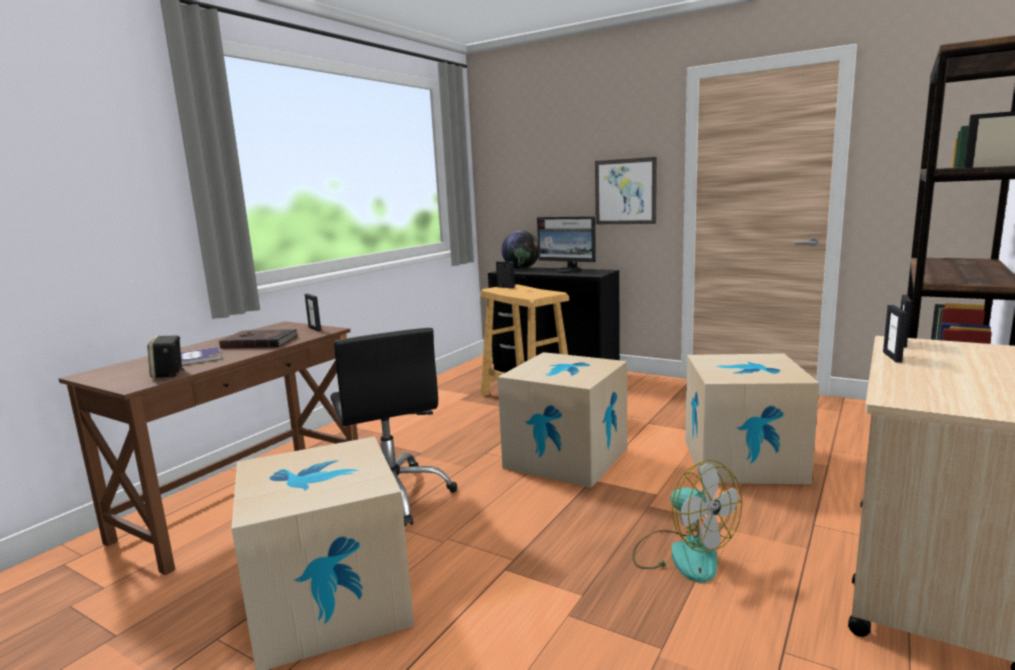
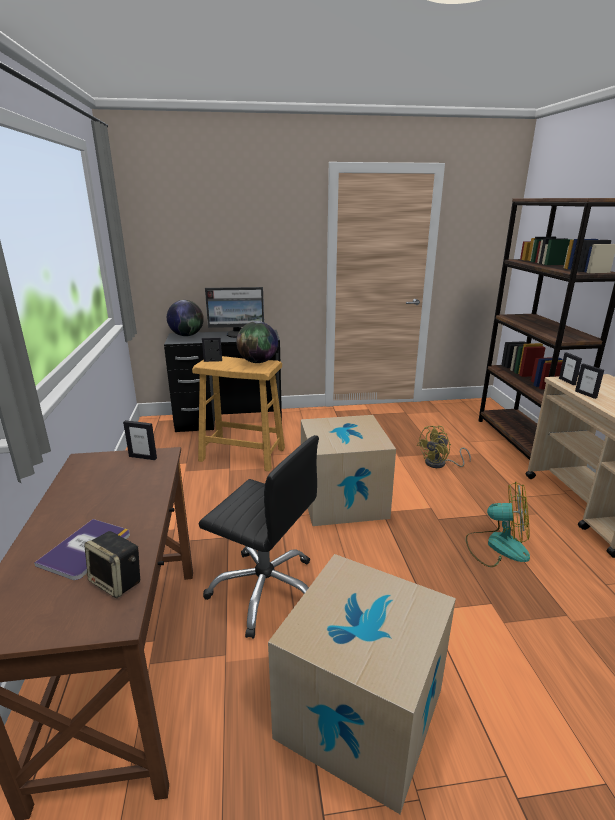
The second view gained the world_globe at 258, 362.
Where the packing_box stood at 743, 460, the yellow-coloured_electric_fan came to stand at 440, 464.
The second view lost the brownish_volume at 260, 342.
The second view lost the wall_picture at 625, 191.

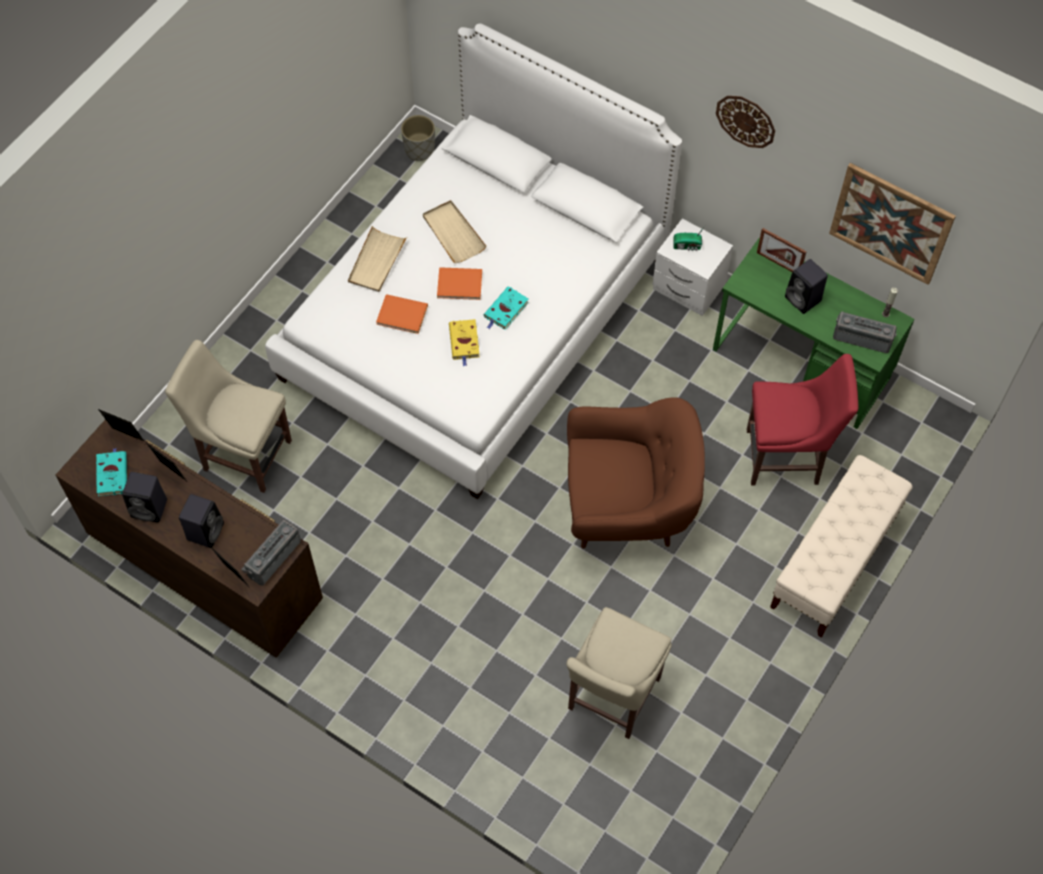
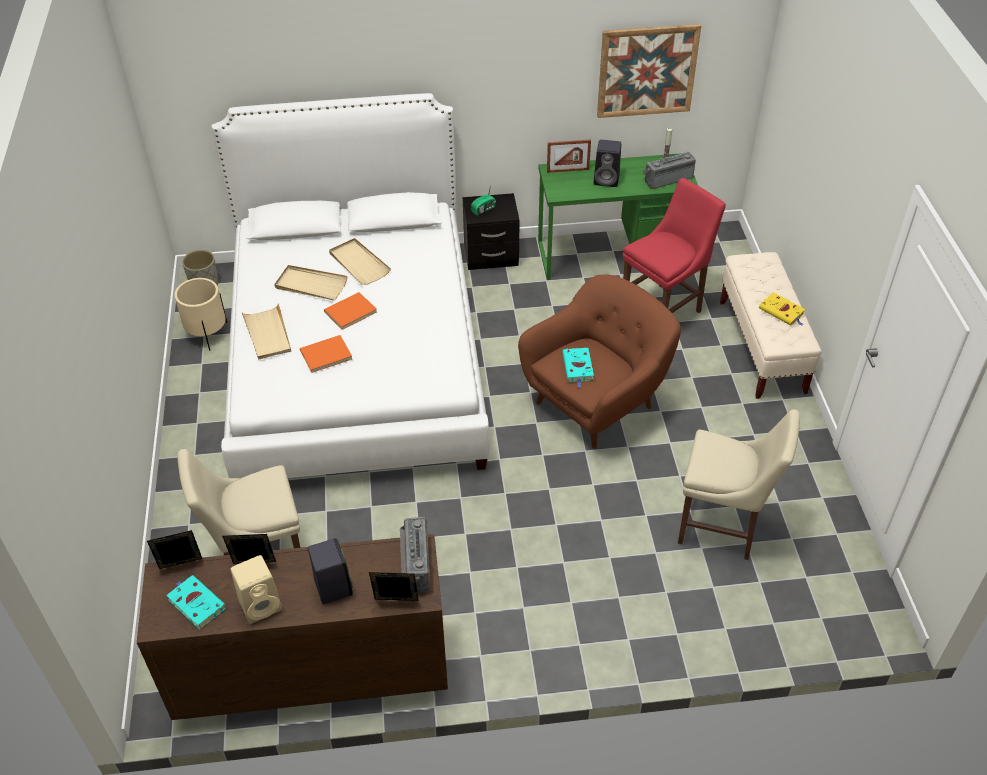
The second view gained the sand-coloured_planter at 207, 334.
What was the blackish_audio_speaker at 150, 508 turned into the sand-coloured_audio_speaker at 262, 604.
The second view gained the sand-coloured_tray at 359, 263.
What was the white-coloured_nightstand at 688, 288 turned into the blackish_nightstand at 491, 256.
The turquoise_volume ended up elsewhere, having gone from 505, 311 to 578, 368.
The sand-coloured_plain_chair at 611, 697 ended up facing another way, 60 degrees counterclockwise from before.
The yellow-coloured_volume ended up elsewhere, having gone from 464, 342 to 782, 312.
The second view lost the wall_clock at 745, 121.

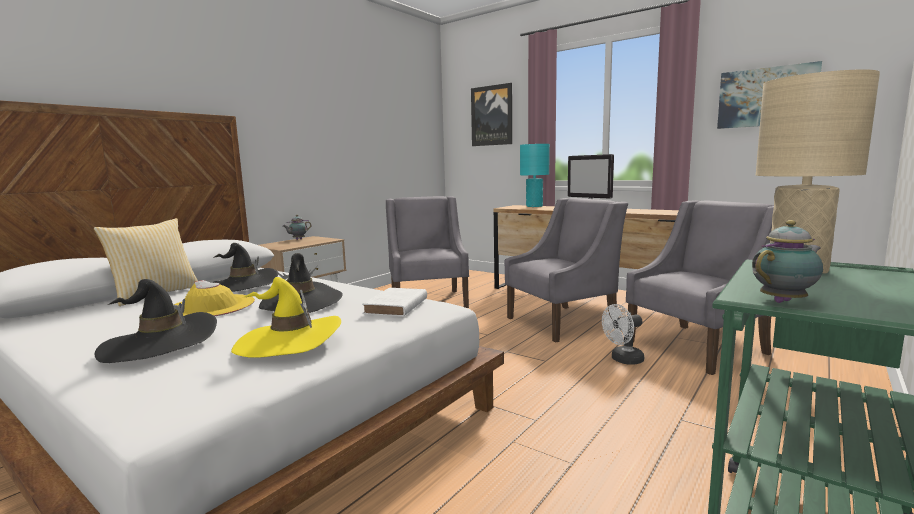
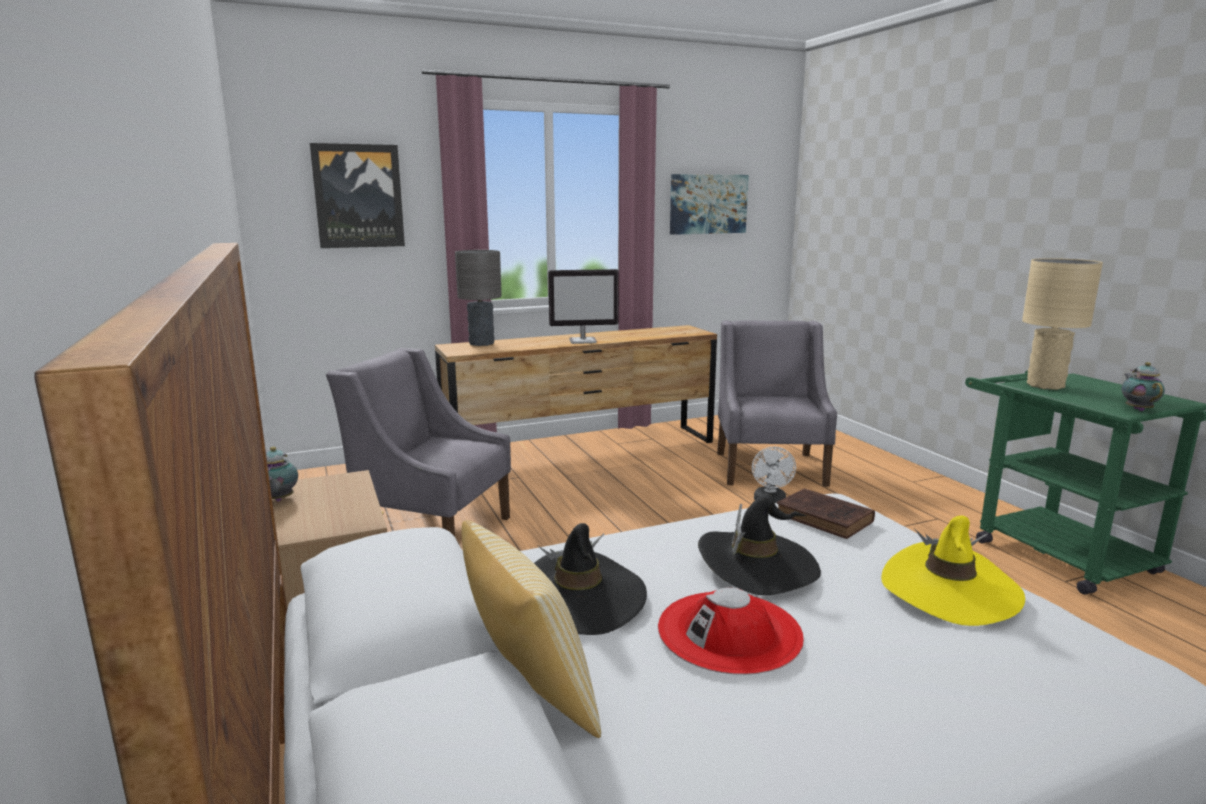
What was the turquoise_table_lamp at 534, 206 turned into the greyish_table_lamp at 481, 343.
What was the yellow-coloured_wearable_hat at 210, 307 turned into the red_wearable_hat at 729, 632.
What was the white-coloured_volume at 395, 307 turned into the brownish_volume at 826, 519.
The second view lost the blackish_wearable_hat at 160, 344.
The second view lost the greyish_easy_chair at 562, 322.

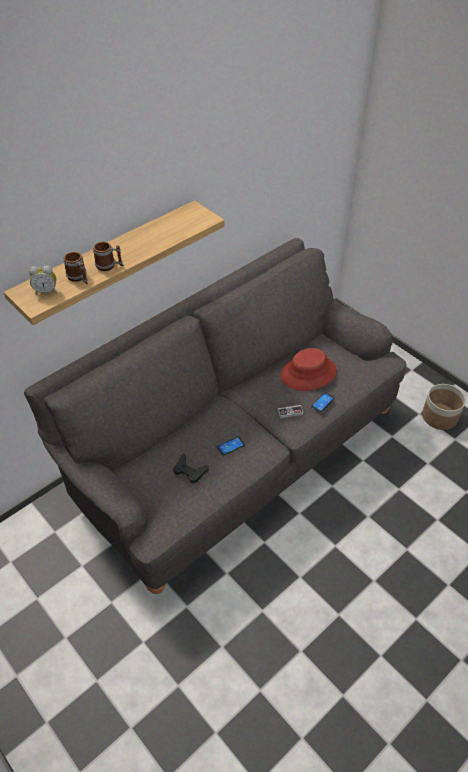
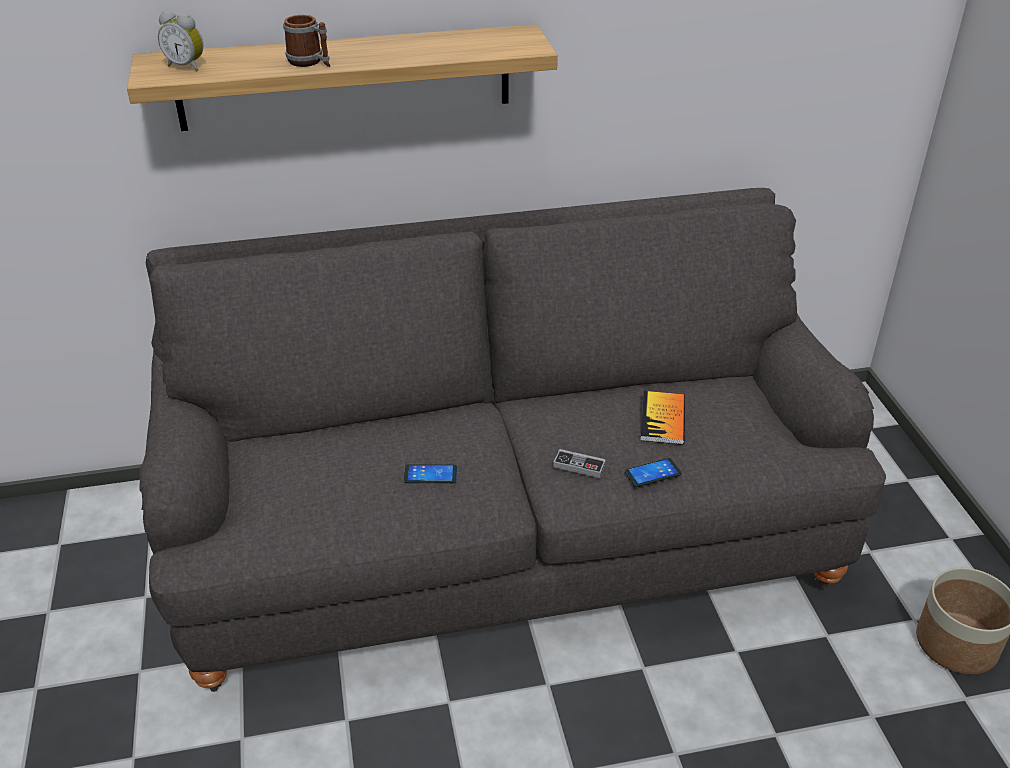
Where the red_wearable_hat stood at 308, 373, the volume came to stand at 663, 419.
The second view lost the mug at 79, 278.
The second view lost the blackish_game_controller at 189, 471.

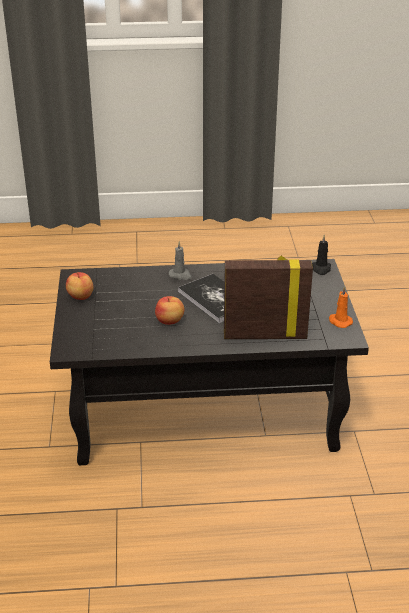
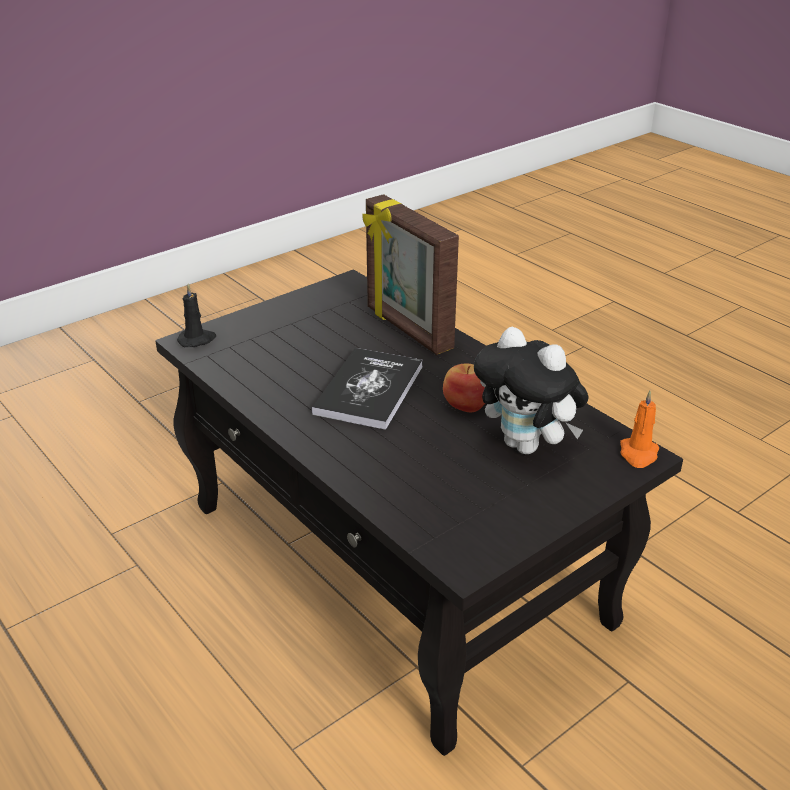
The second view gained the plush_toy at 527, 446.
The orange-coloured_wax_candle ended up elsewhere, having gone from 339, 321 to 638, 454.
The second view lost the apple_fruit at 80, 296.
The second view lost the greyish_wax_candle at 180, 275.

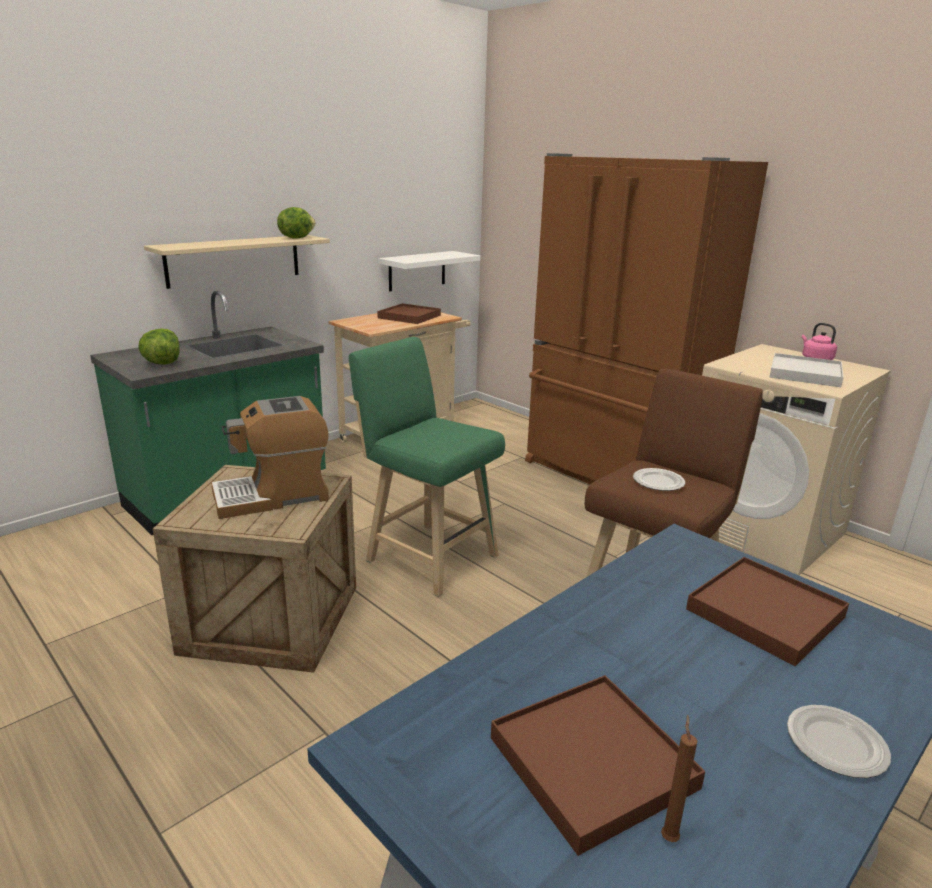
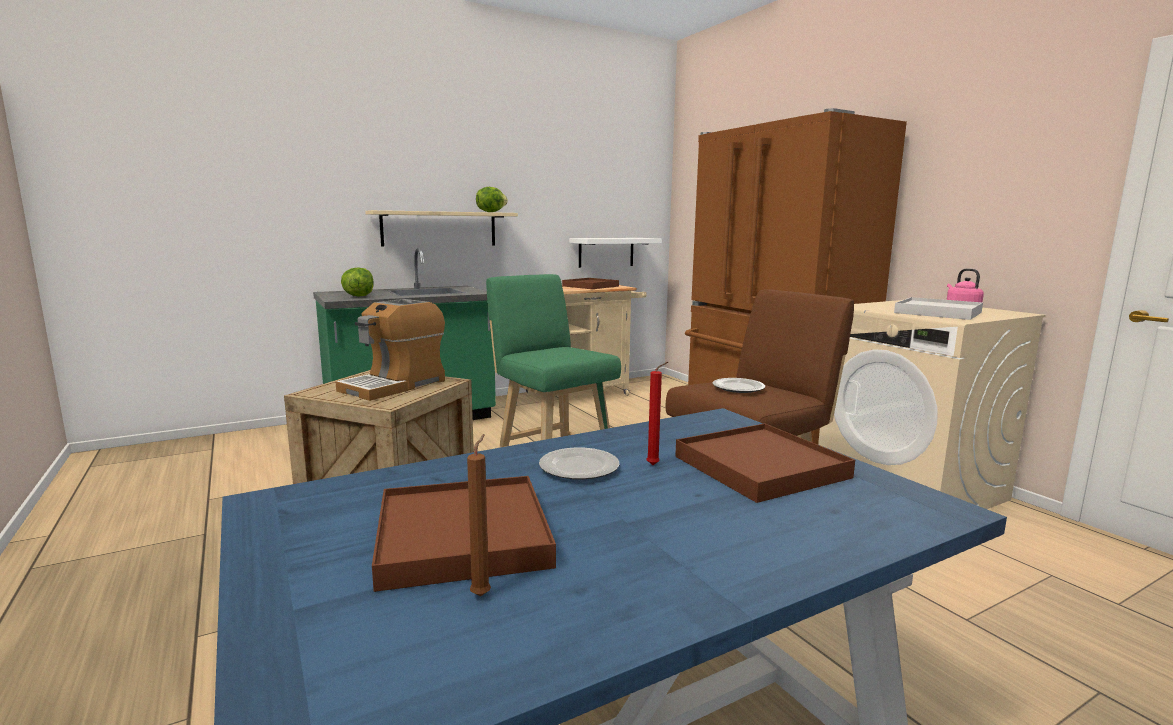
The coffee_brewer at 273, 496 ended up facing another way, 45 degrees counterclockwise from before.
The dinner_plate ended up elsewhere, having gone from 837, 745 to 579, 468.
The second view gained the red_wax_candle at 655, 465.

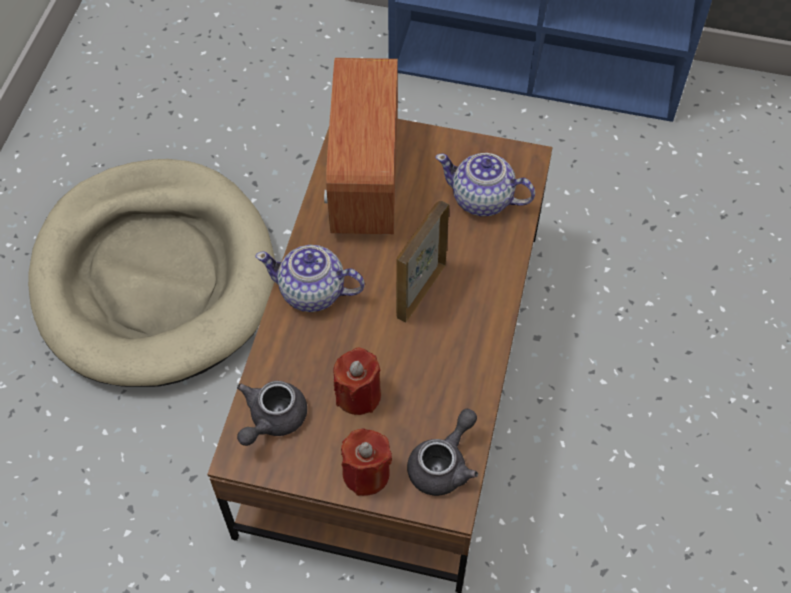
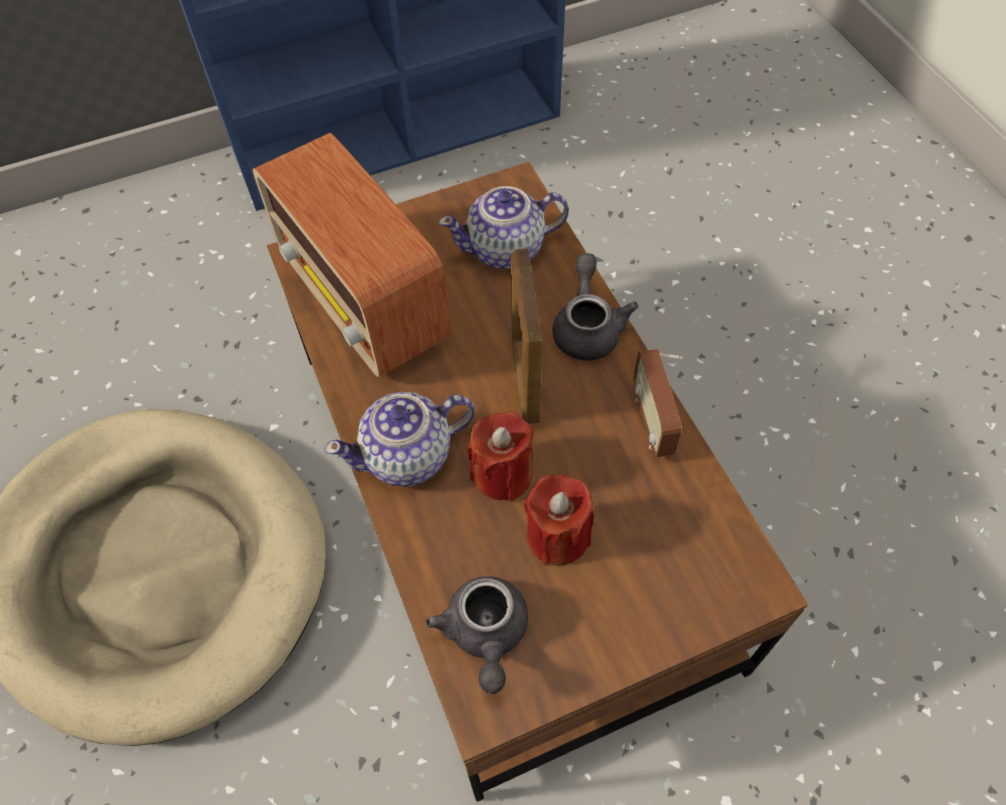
The red_wax_candle ended up elsewhere, having gone from 366, 473 to 502, 474.
The greyish_pot_for_tea ended up elsewhere, having gone from 444, 464 to 587, 327.
The second view gained the radio at 652, 422.

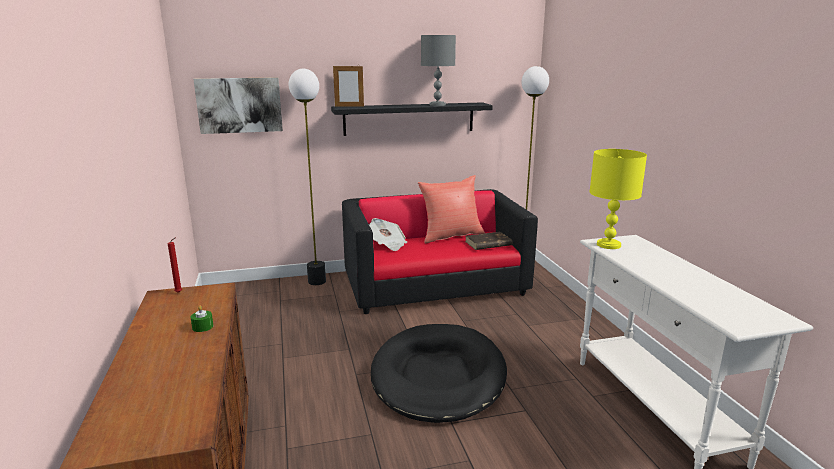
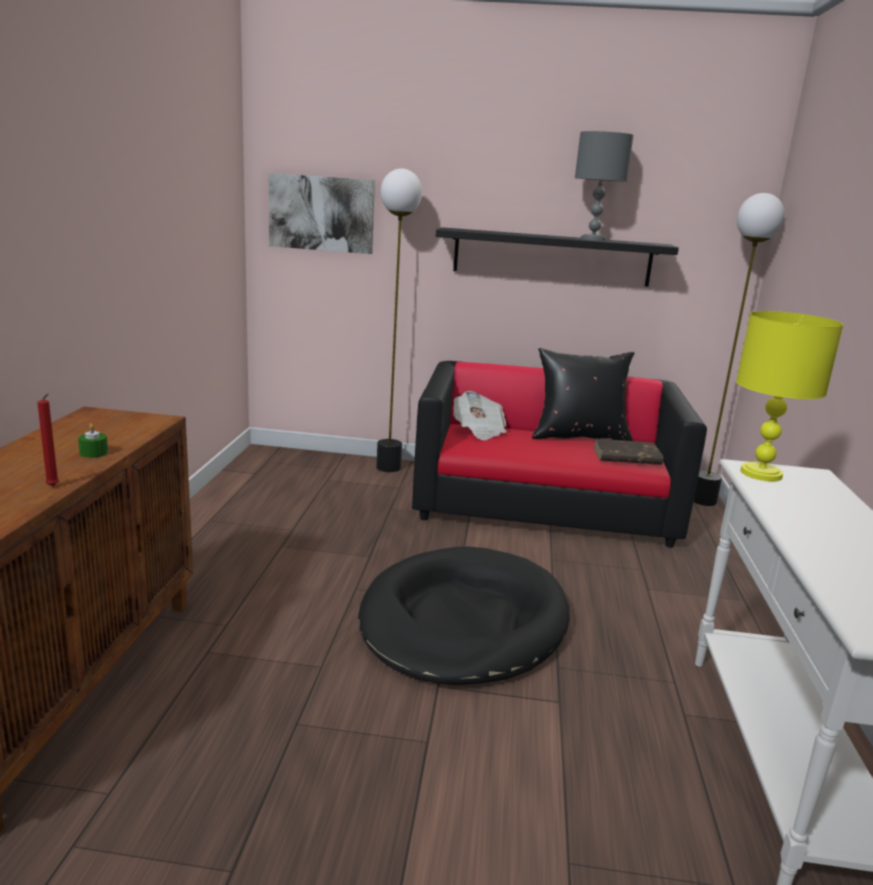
The red_wax_candle ended up elsewhere, having gone from 179, 292 to 53, 487.
What was the red_cushion at 450, 235 turned into the blackish_cushion at 579, 436.
The second view lost the standing_frame at 349, 106.

